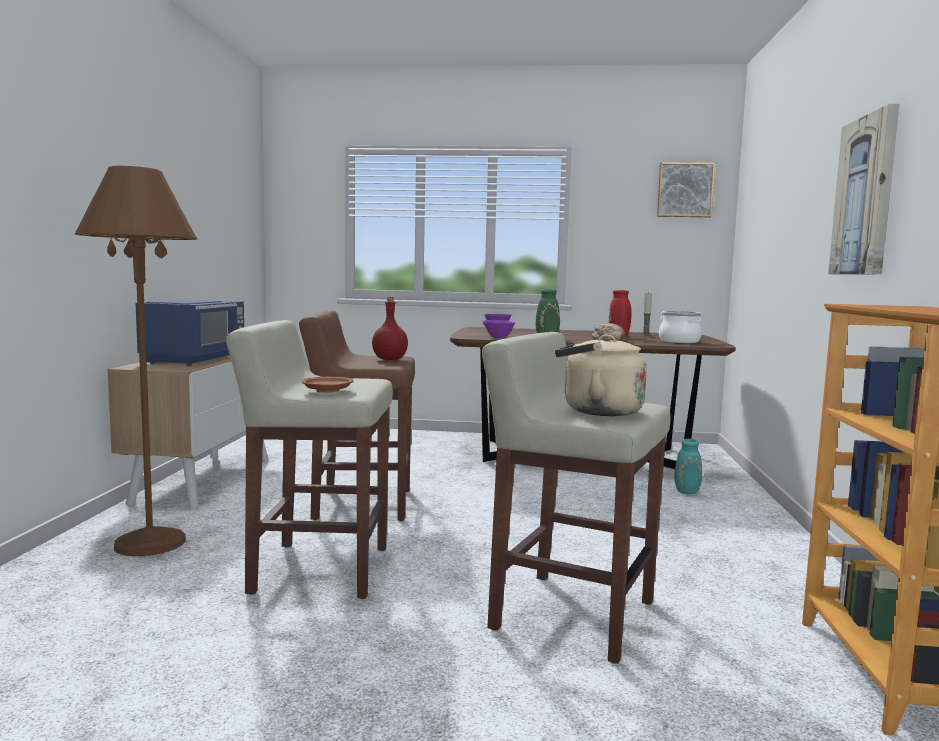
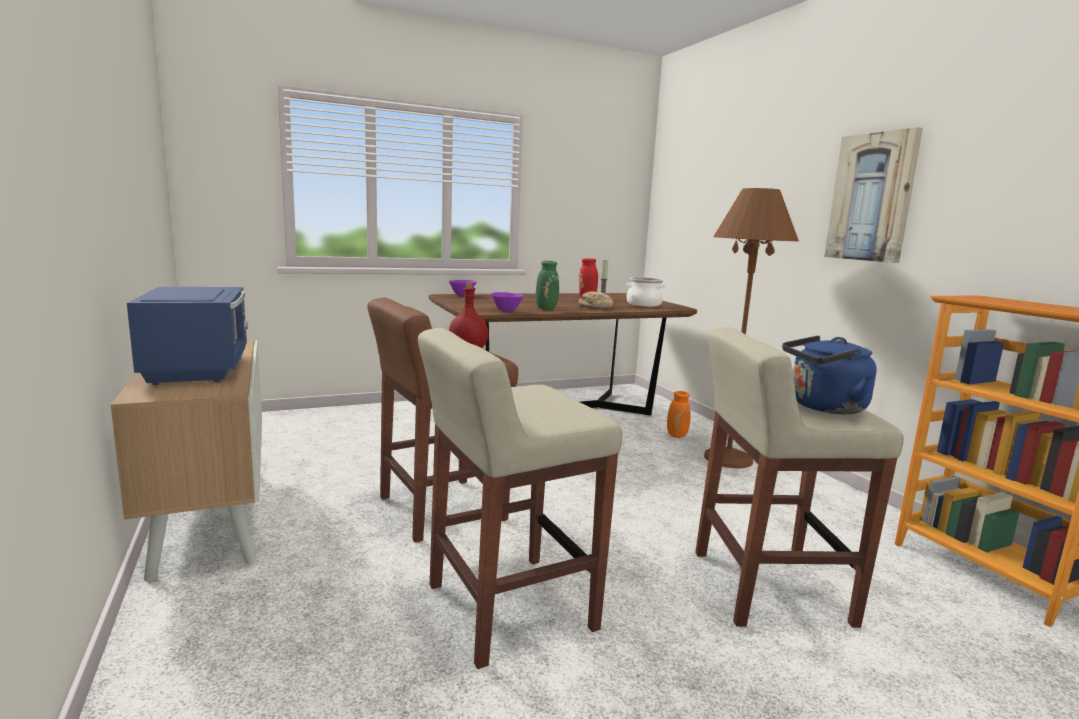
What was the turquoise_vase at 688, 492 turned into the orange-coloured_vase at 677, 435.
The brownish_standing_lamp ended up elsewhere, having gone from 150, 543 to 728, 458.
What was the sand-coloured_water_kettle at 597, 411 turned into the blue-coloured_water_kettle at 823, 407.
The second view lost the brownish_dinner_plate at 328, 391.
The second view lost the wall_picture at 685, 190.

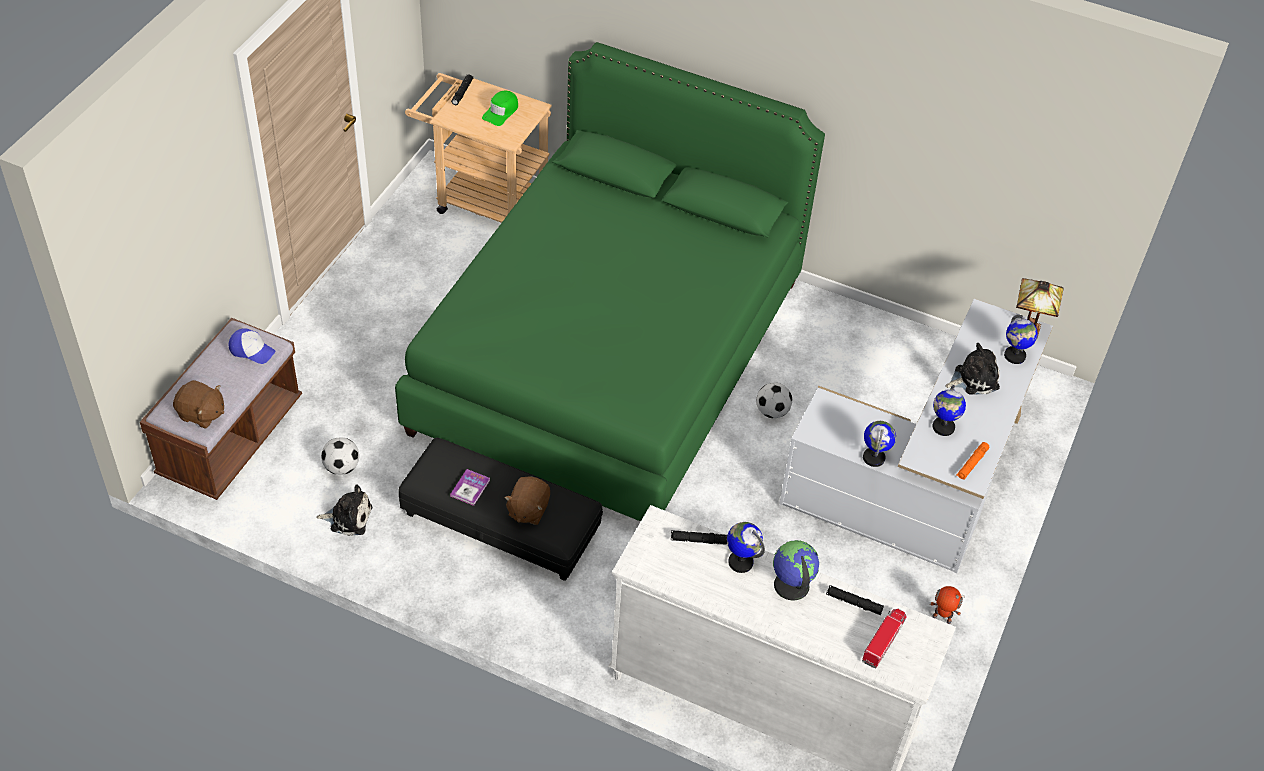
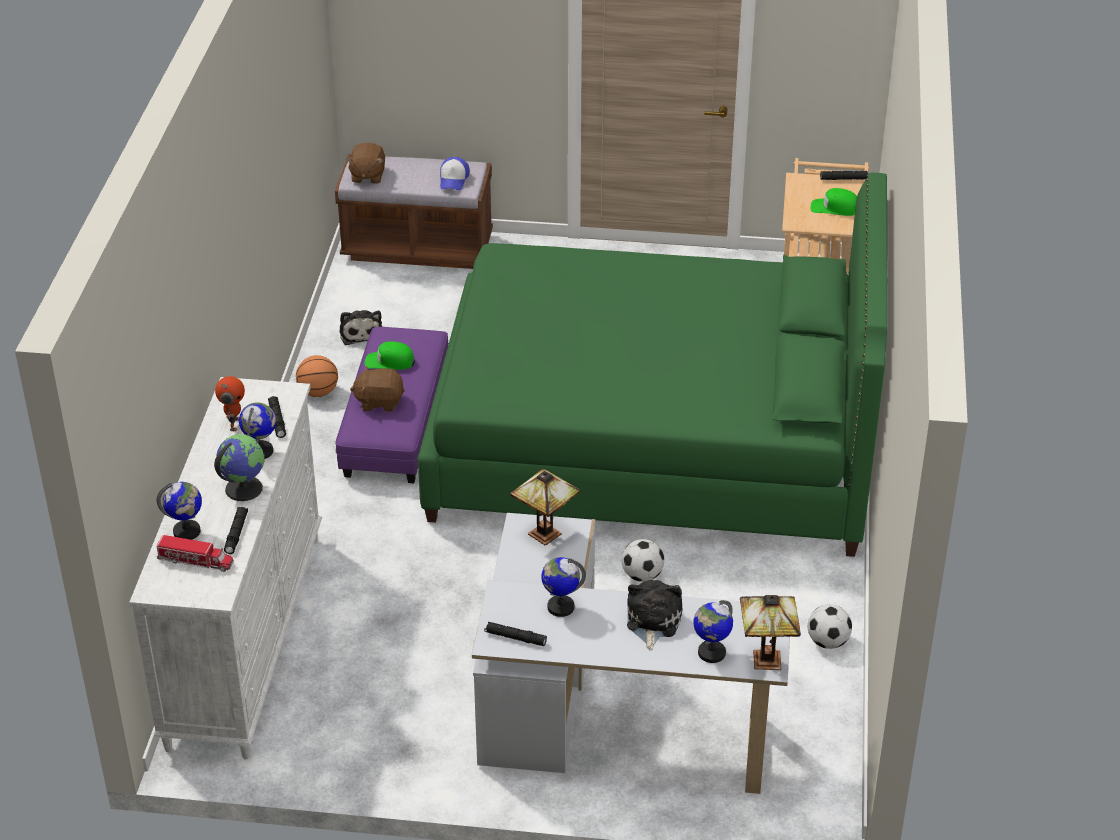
The world_globe ended up elsewhere, having gone from 874, 458 to 187, 532.
The model_robot ended up elsewhere, having gone from 941, 619 to 233, 424.
The second view gained the basketball at 318, 392.
What was the blackish_ottoman at 501, 523 turned into the purplish_ottoman at 395, 421.
Where the volume stood at 470, 488, the green-coloured_baseball_cap came to stand at 389, 362.
What was the orange-coloured_flashlight at 972, 464 turned into the blackish_flashlight at 515, 638.
The second view gained the table_lamp at 547, 534.
The plush_toy at 973, 378 ended up facing another way, 135 degrees counterclockwise from before.
The football ended up elsewhere, having gone from 341, 467 to 827, 642.

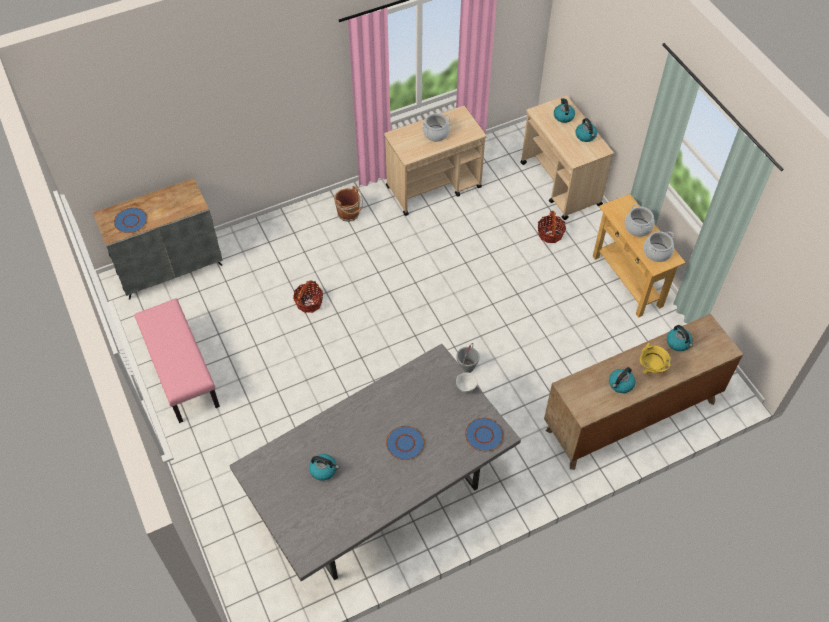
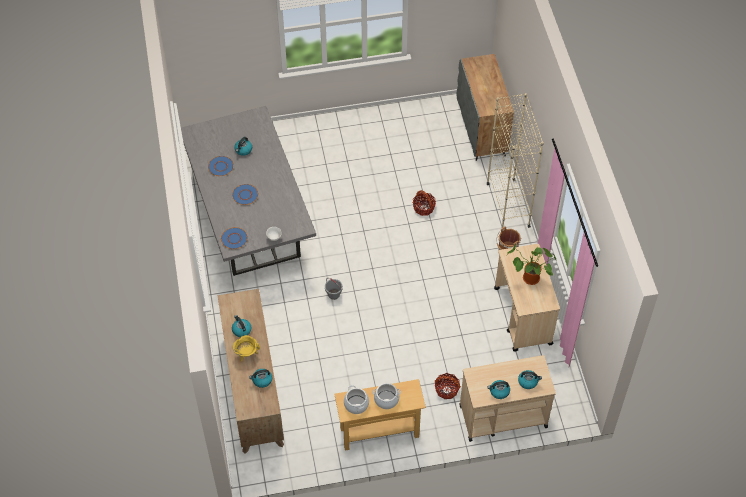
The blue-coloured_dinner_plate ended up elsewhere, having gone from 130, 221 to 221, 166.
The second view gained the sand-coloured_bookshelf at 508, 205.
Where the saucepot stood at 436, 133, the plant_in_a_pot came to stand at 529, 279.
The second view lost the pink_indoor_bench at 181, 372.

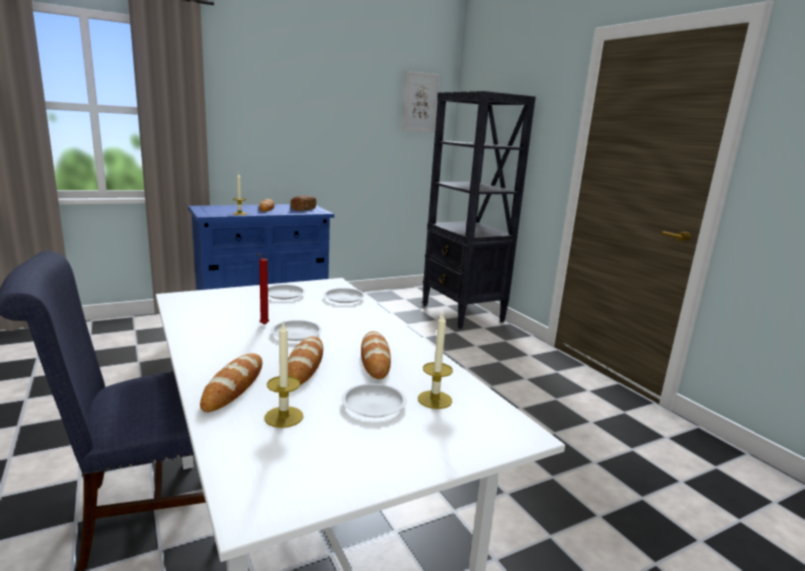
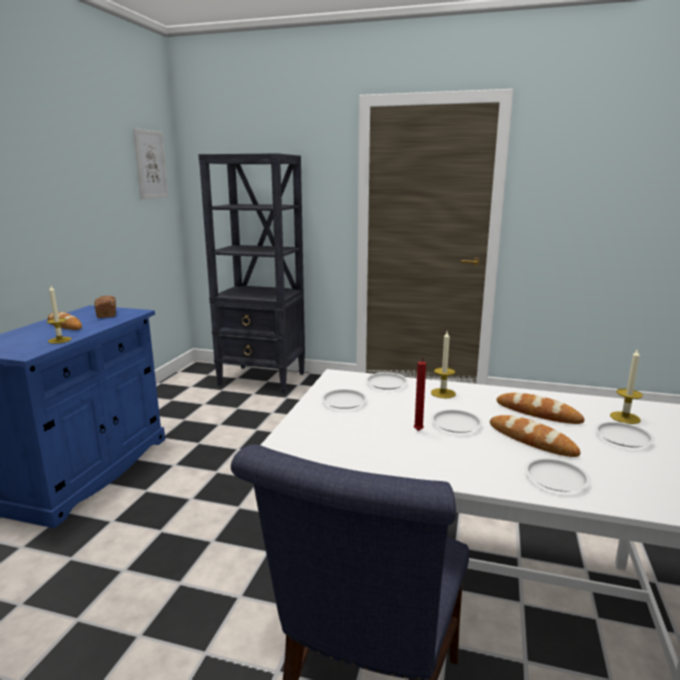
The wax_candle ended up elsewhere, having gone from 283, 417 to 443, 393.
Where the bakery_bread stood at 234, 386, the white-coloured_dinner_plate came to stand at 556, 479.

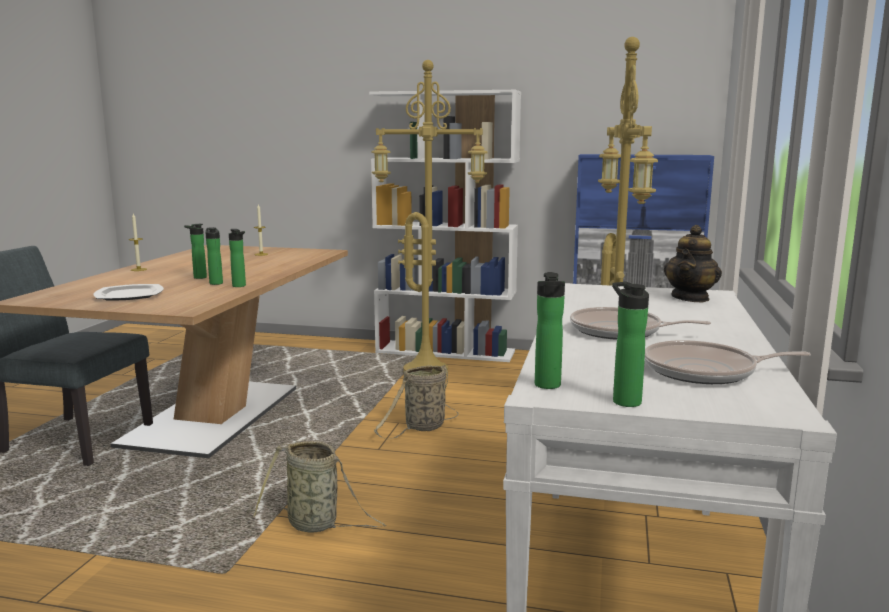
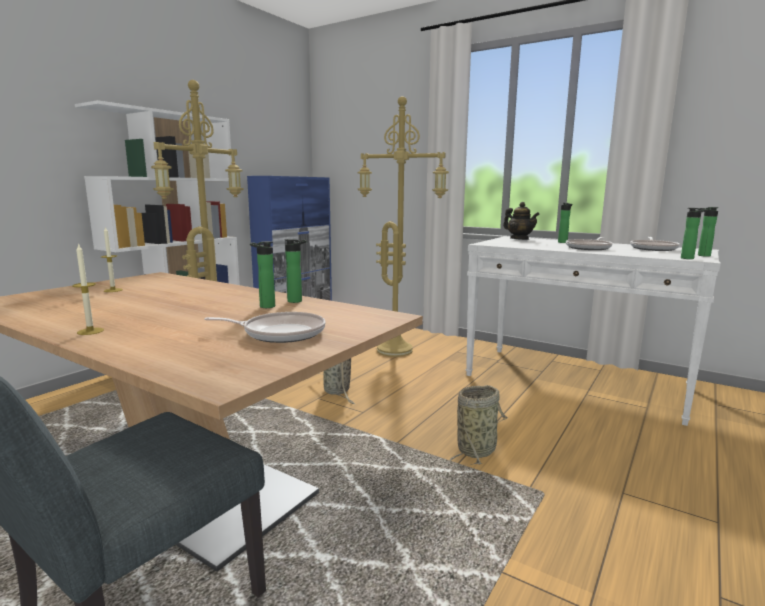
Where the dinner_plate stood at 130, 295, the skillet came to stand at 280, 333.
The bottle ended up elsewhere, having gone from 198, 277 to 563, 242.

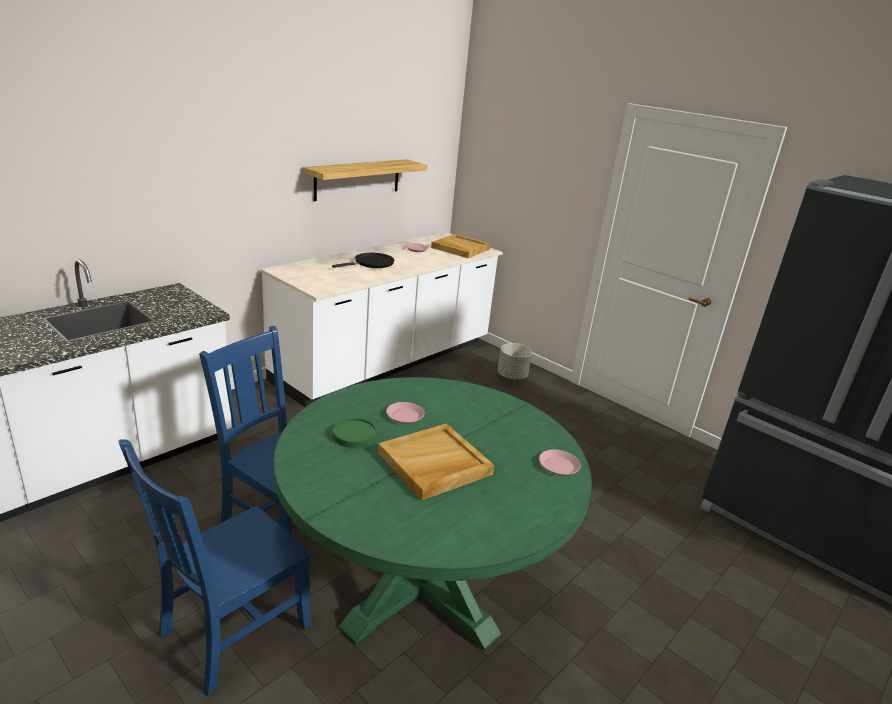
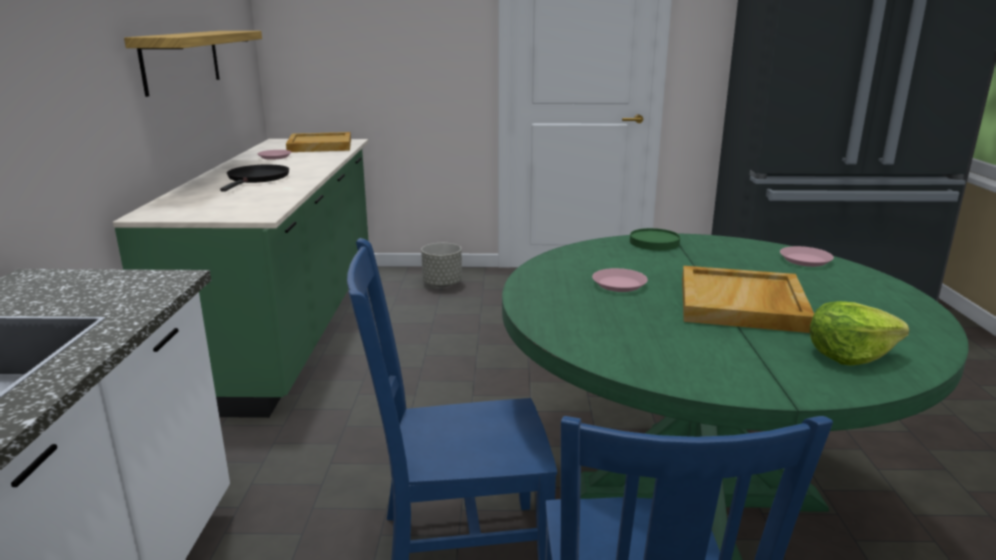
What was the white-coloured_kitchen_base_unit at 386, 362 turned into the green-coloured_kitchen_base_unit at 289, 326.
The green-coloured_dinner_plate ended up elsewhere, having gone from 354, 435 to 654, 242.
The second view gained the lettuce_head at 849, 355.

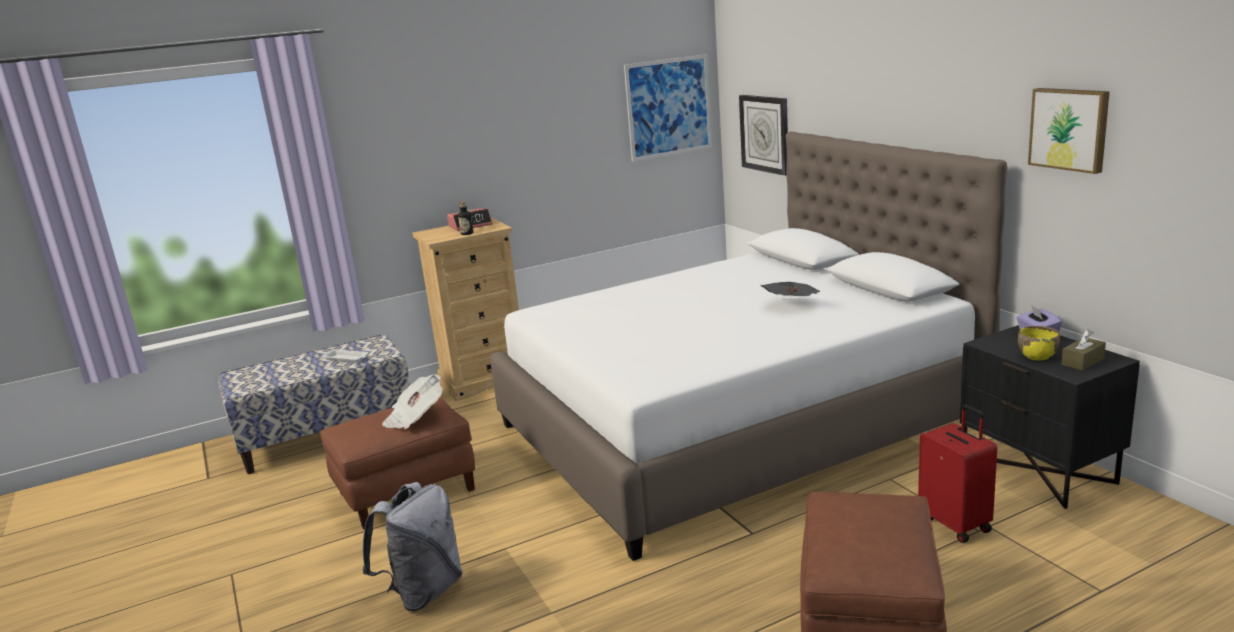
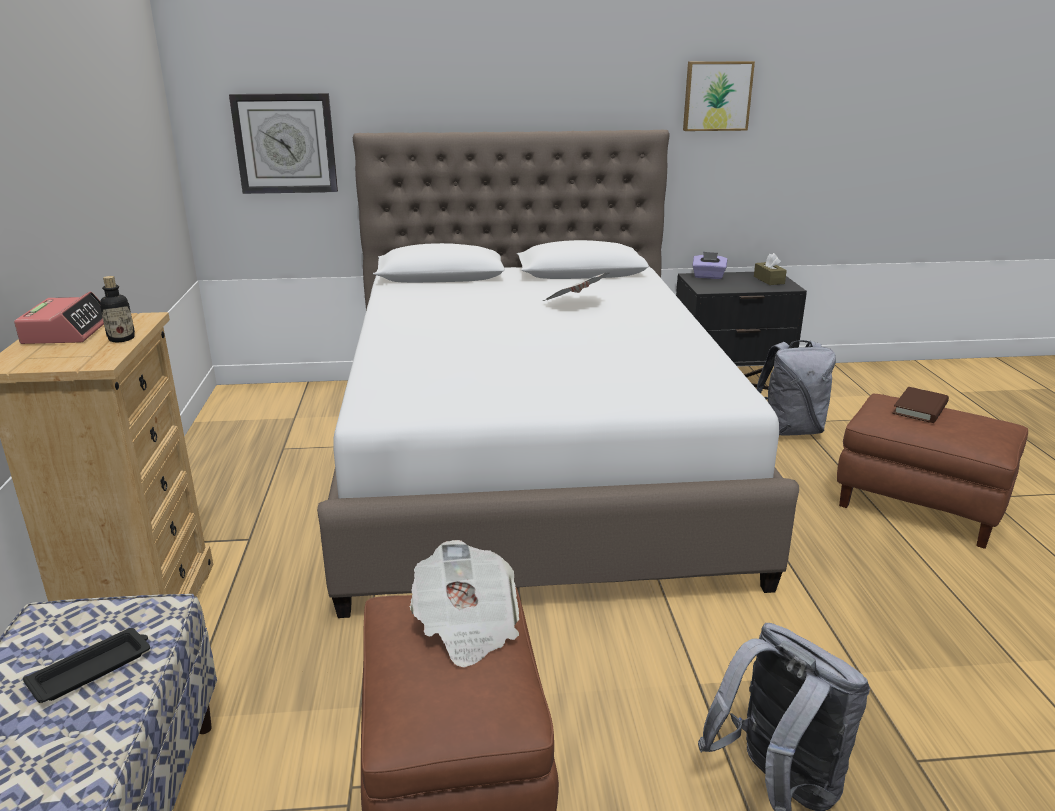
What was the white-coloured_tray at 346, 358 turned into the blackish_tray at 93, 669.
Where the red_travel_case stood at 956, 524, the greyish_knapsack came to stand at 790, 430.
The second view gained the brownish_volume at 920, 408.
The second view lost the wall_picture at 668, 107.
The second view lost the yellow-coloured_deep_dish at 1037, 356.

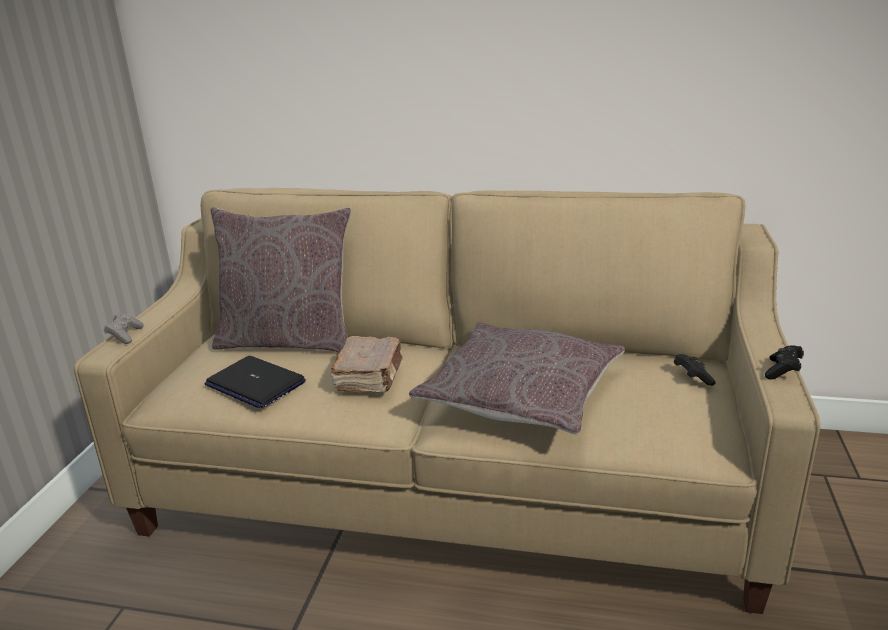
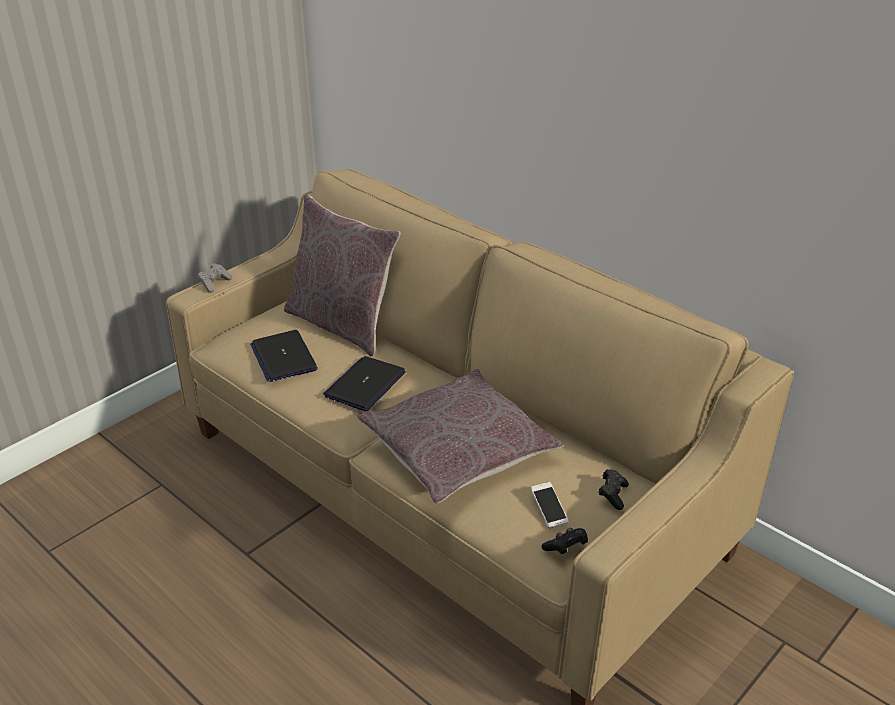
Where the brownish_volume stood at 370, 377, the laptop came to stand at 365, 385.
The second view gained the phone at 548, 510.
The blackish_game_controller ended up elsewhere, having gone from 782, 371 to 565, 548.

